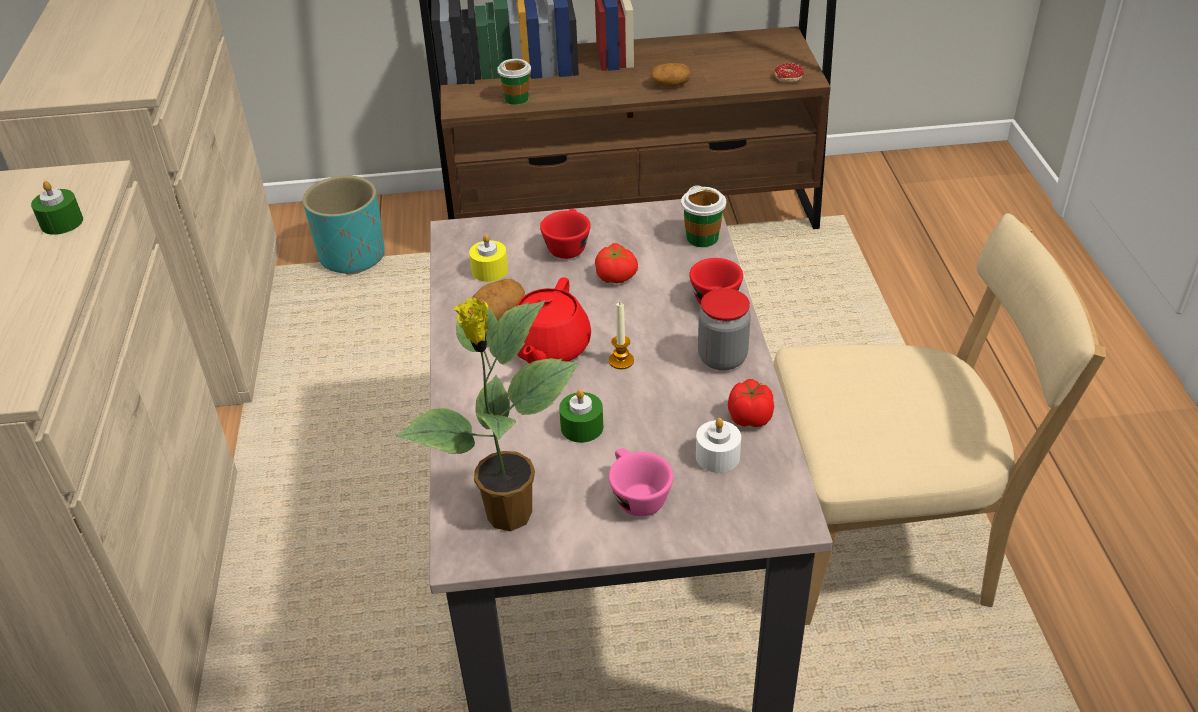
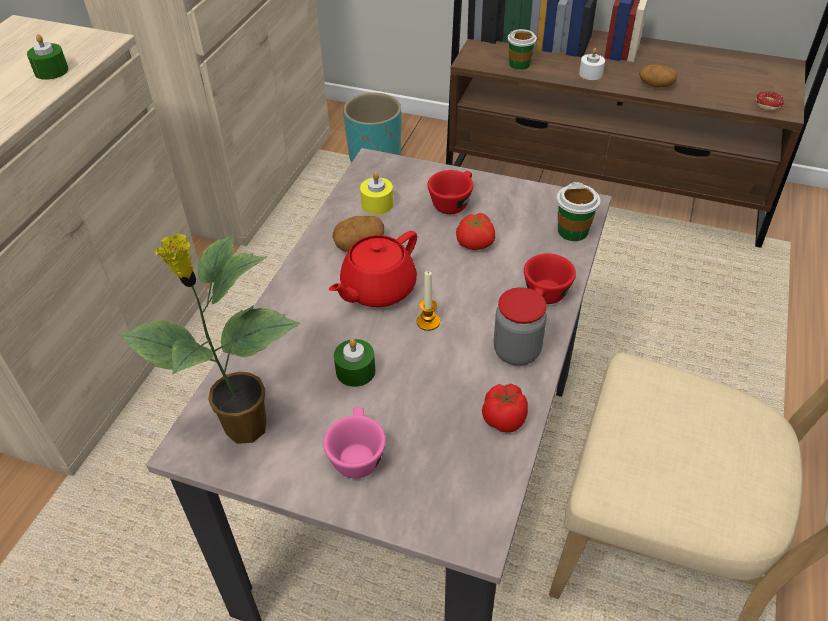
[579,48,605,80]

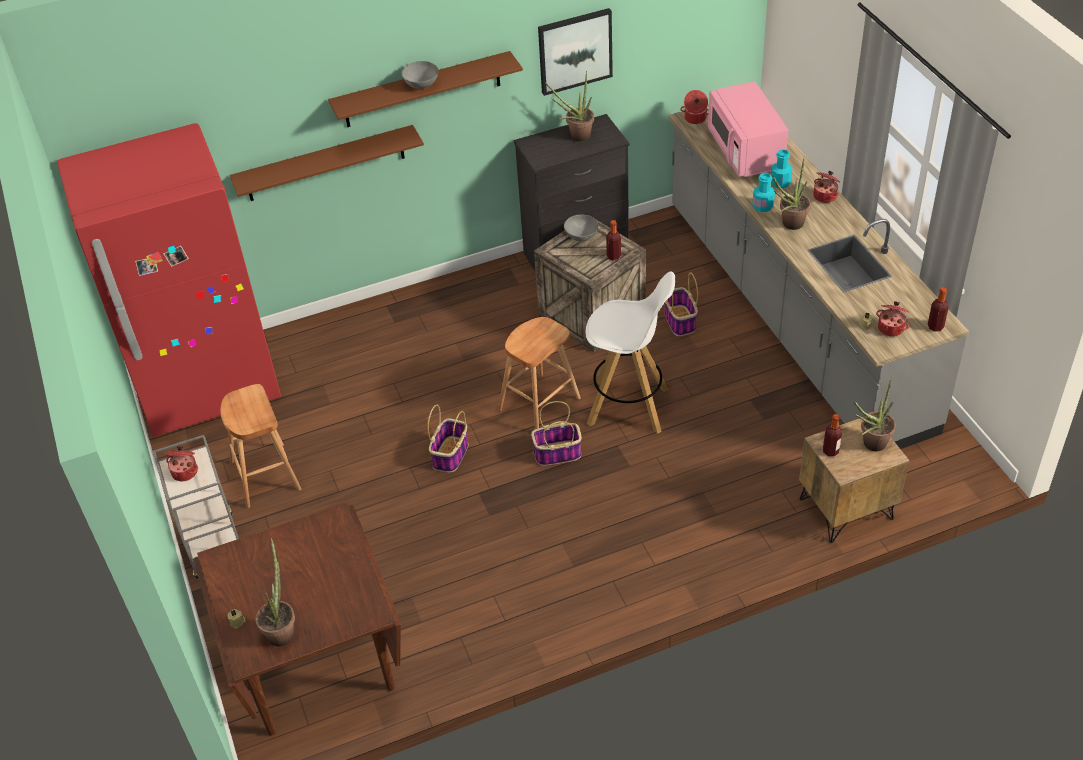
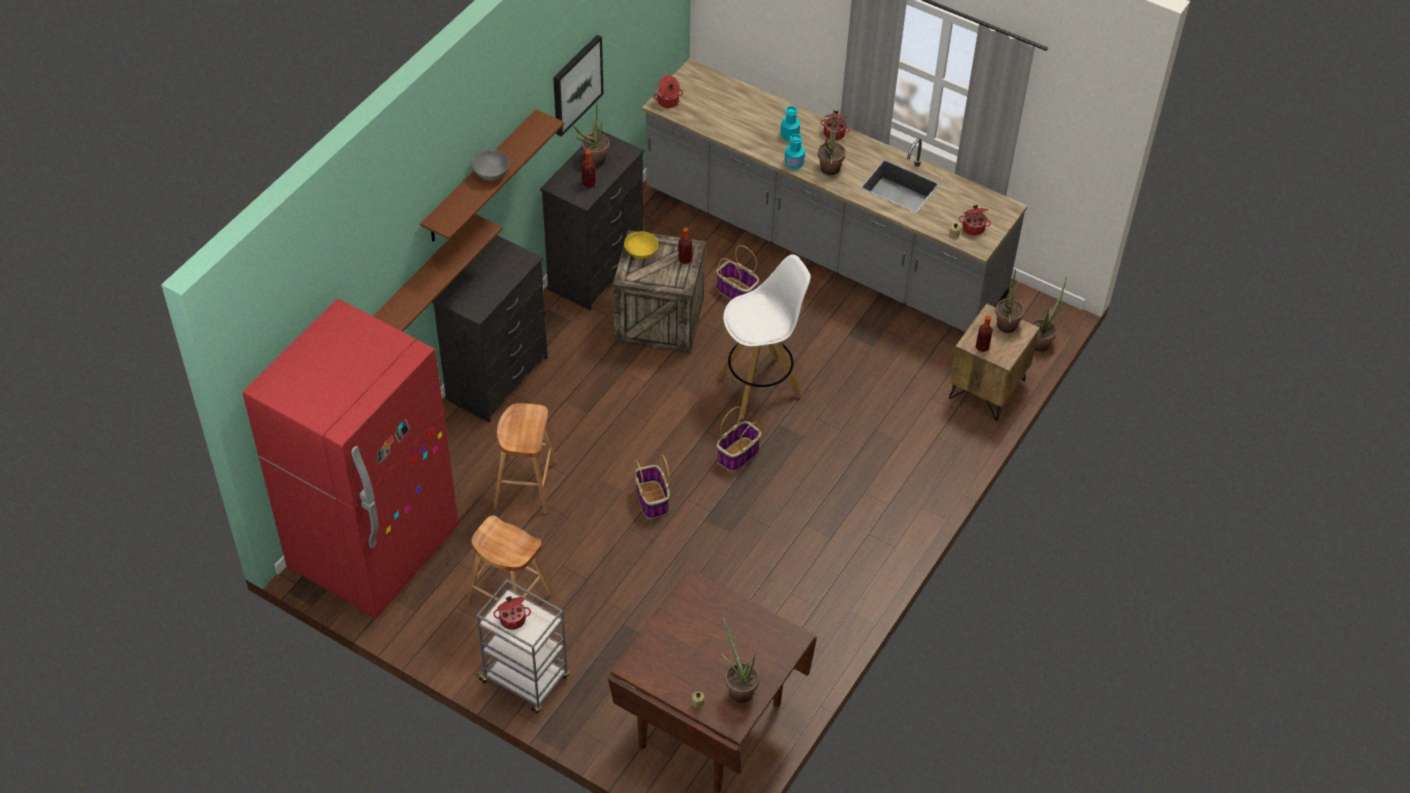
[708,82,788,177] (first image)
[624,231,658,259]
[581,150,596,188]
[494,403,557,514]
[432,235,548,423]
[1031,276,1067,351]

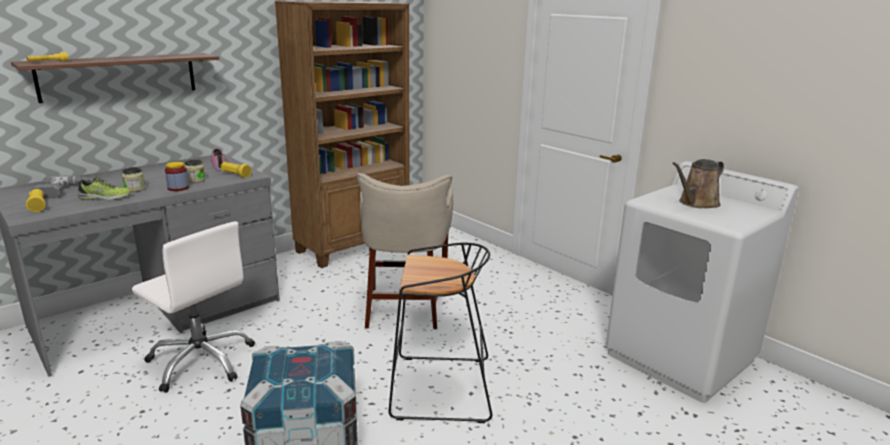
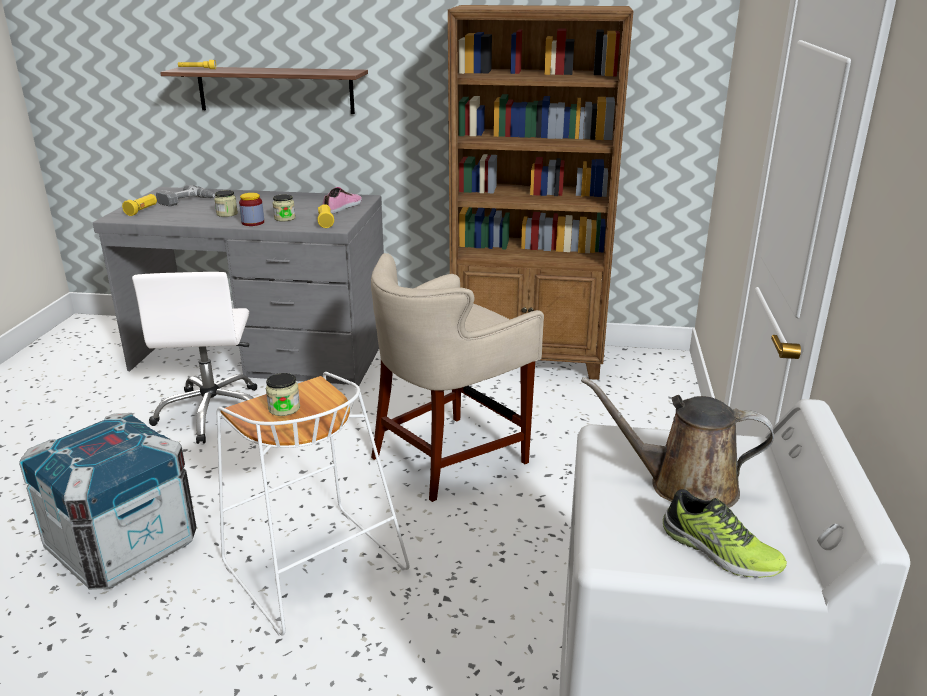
[663,489,787,578]
[217,372,410,635]
[266,373,300,416]

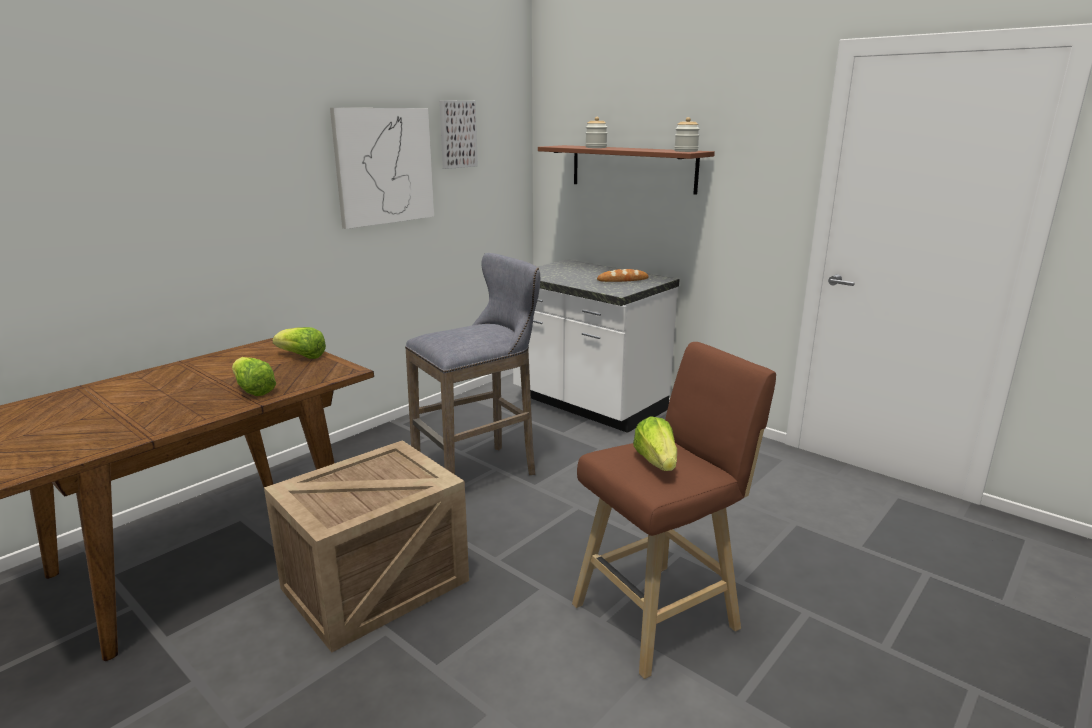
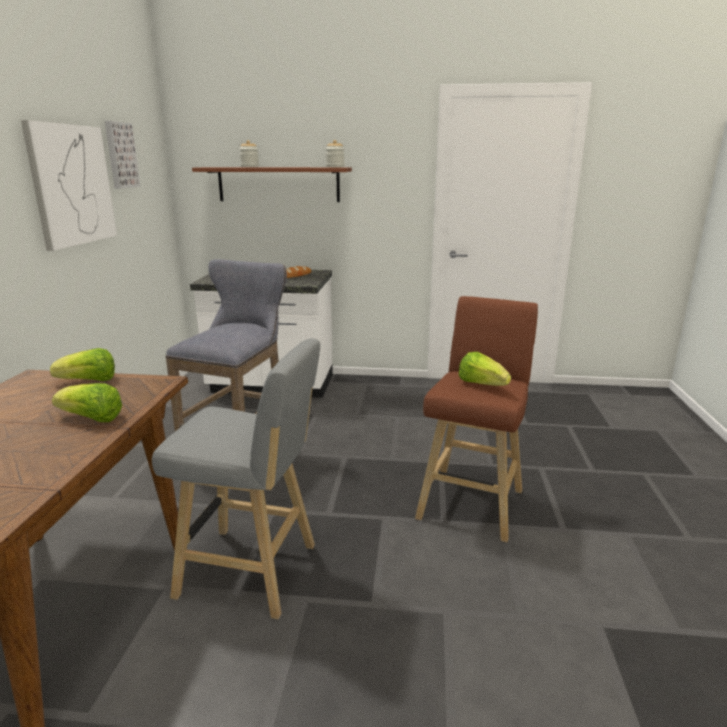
[152,338,320,619]

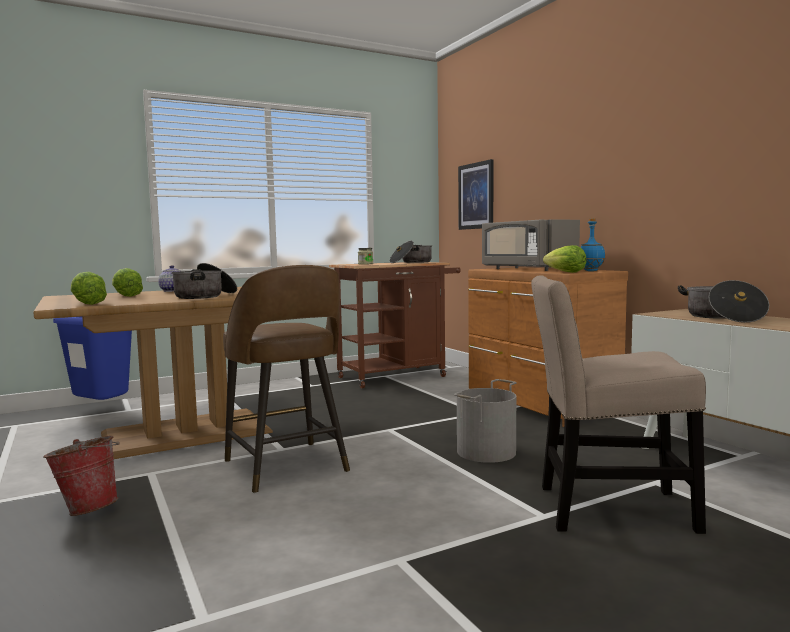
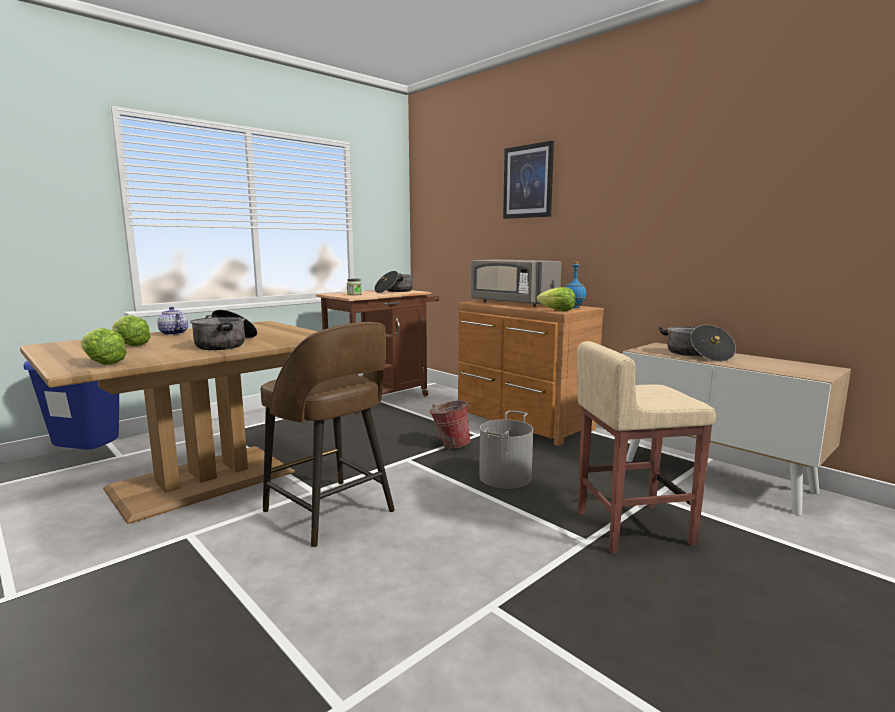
[503,141,554,219]
[577,341,717,553]
[429,400,471,449]

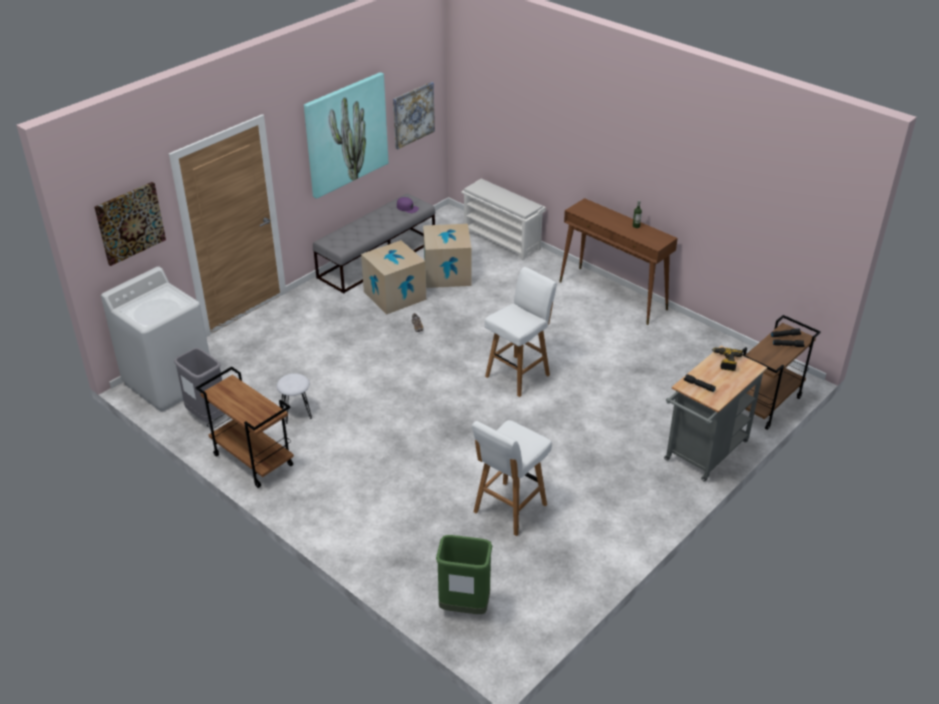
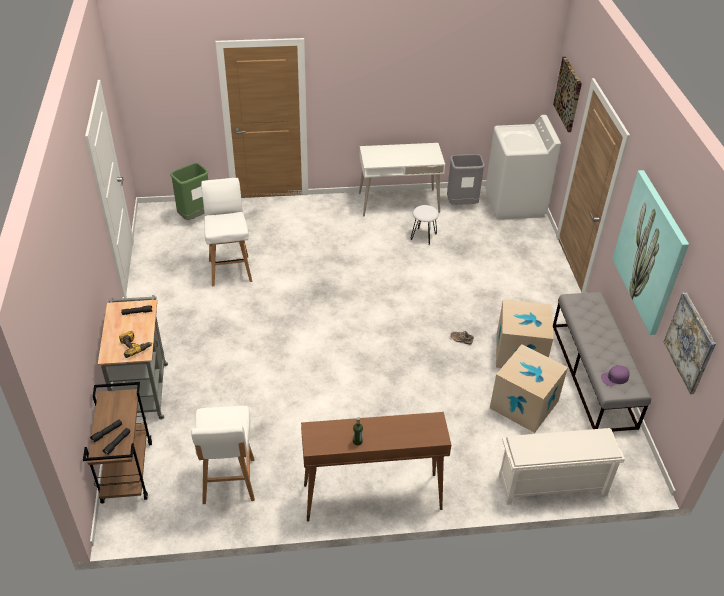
[191,406,255,504]
[359,143,445,217]

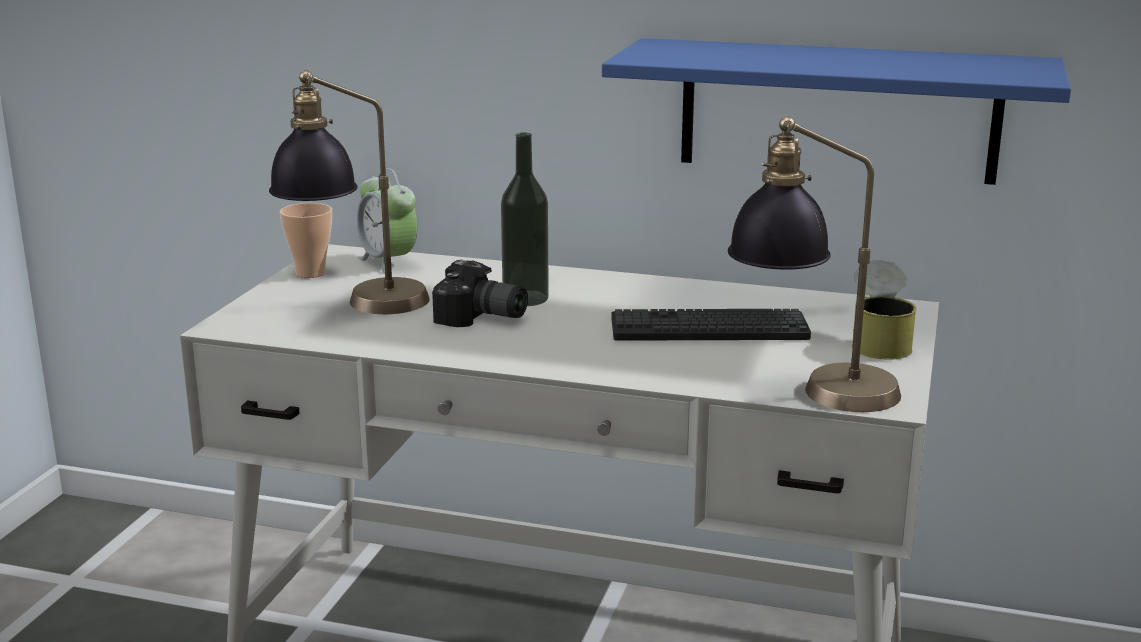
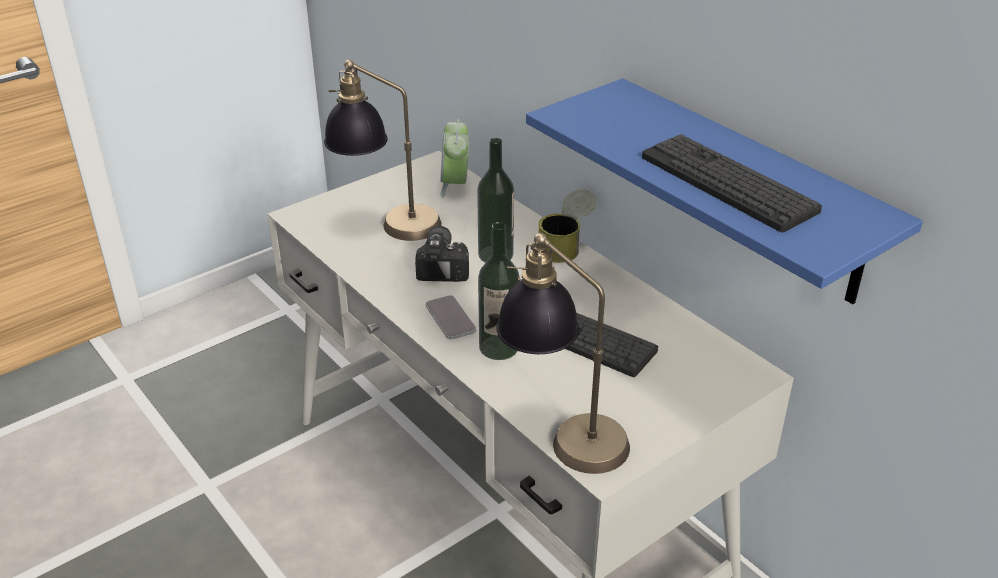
[280,203,332,278] (first image)
[415,226,469,282]
[538,189,596,263]
[642,134,822,232]
[478,222,520,360]
[426,295,476,339]

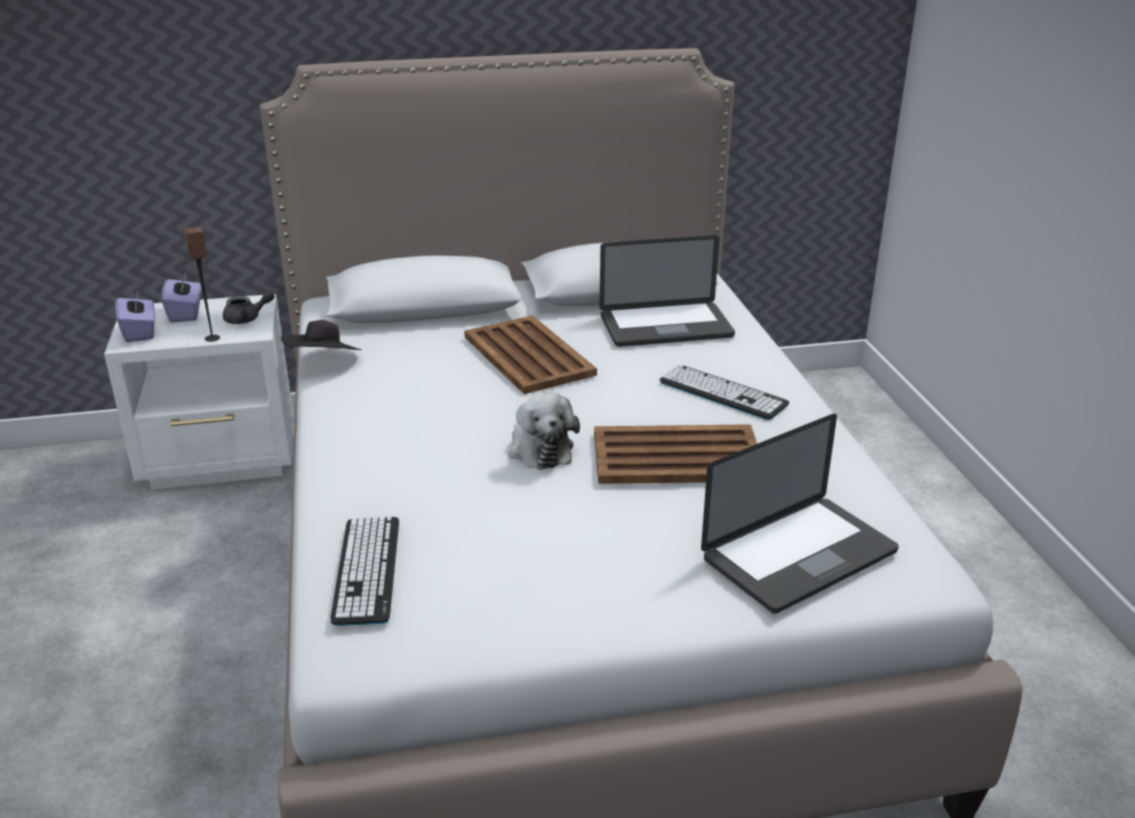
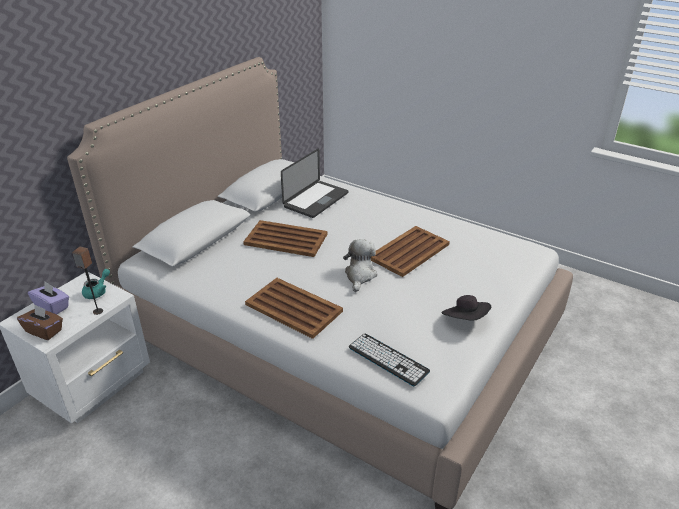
[17,304,63,340]
[82,269,110,299]
[442,295,491,321]
[660,365,789,420] (first image)
[343,239,377,292]
[701,414,899,614] (first image)
[245,278,343,339]

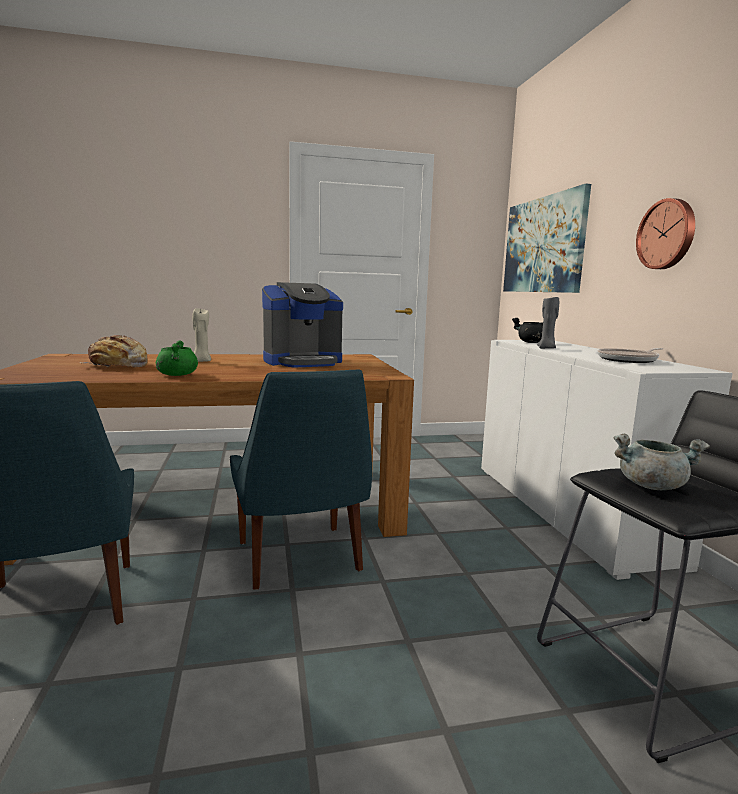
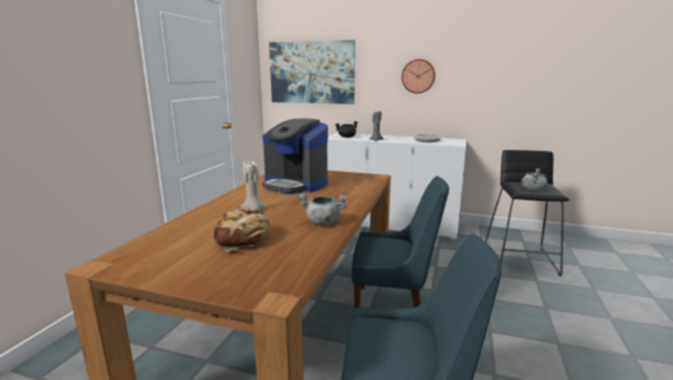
[262,118,328,194]
[298,193,348,225]

